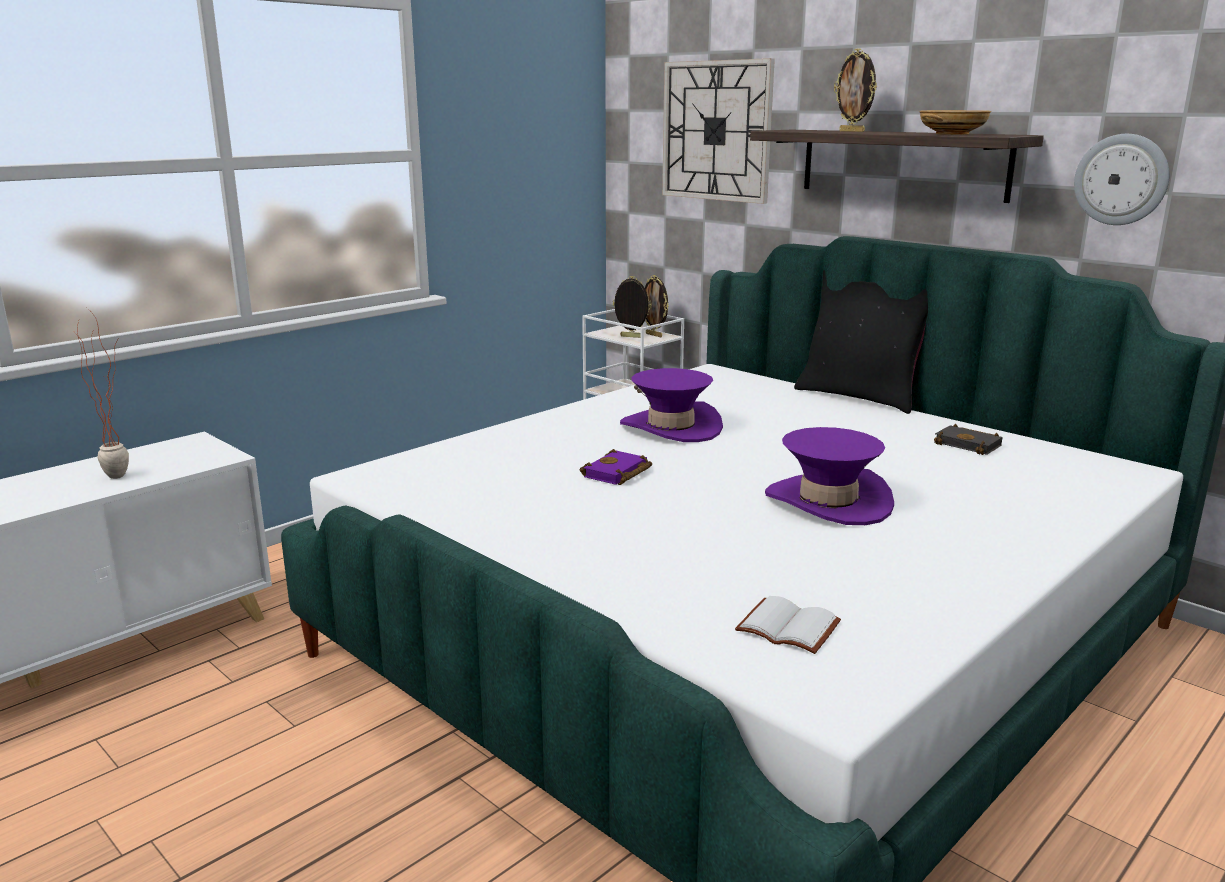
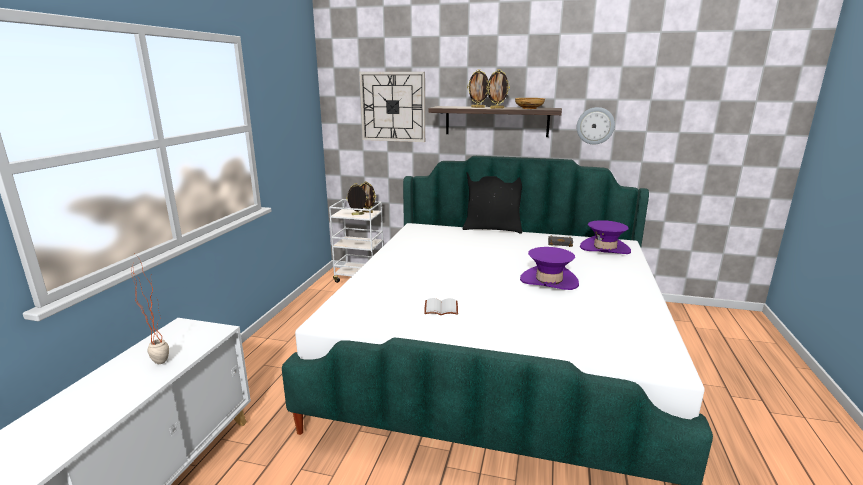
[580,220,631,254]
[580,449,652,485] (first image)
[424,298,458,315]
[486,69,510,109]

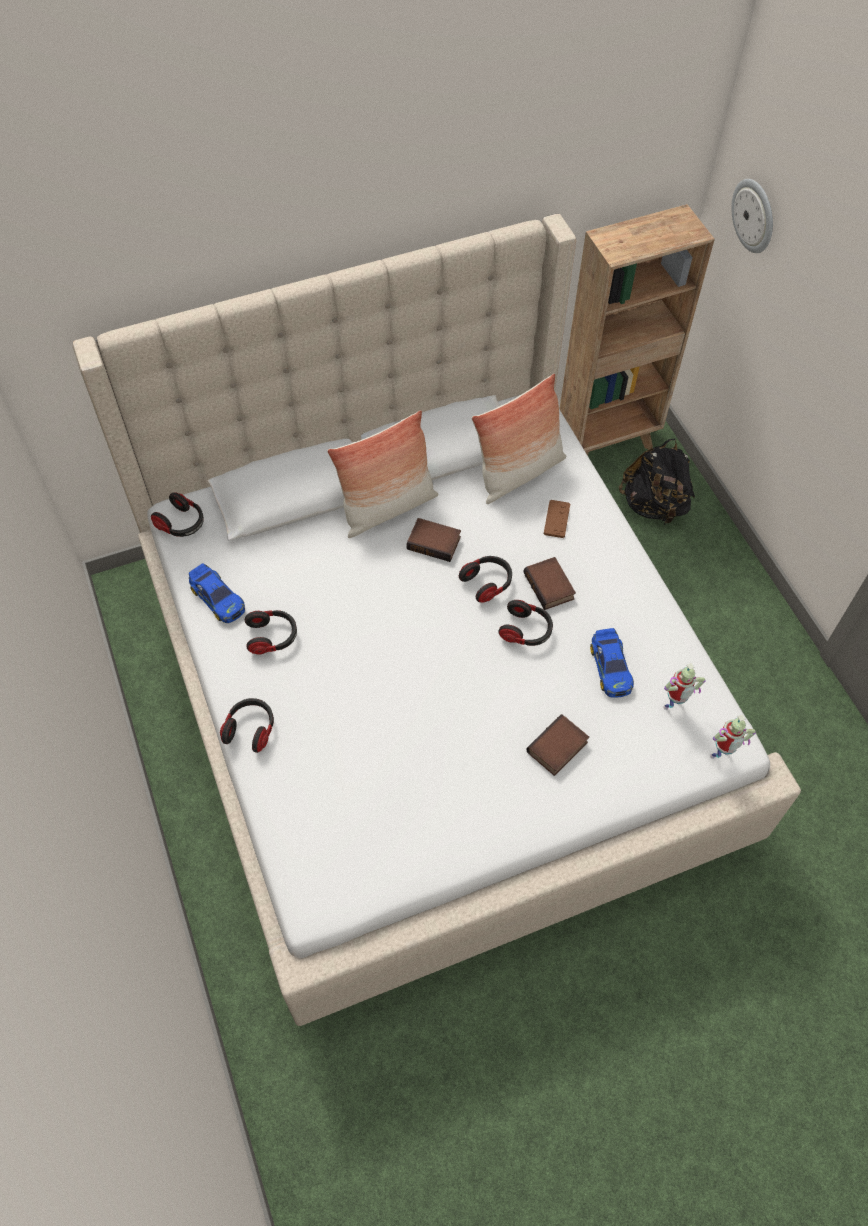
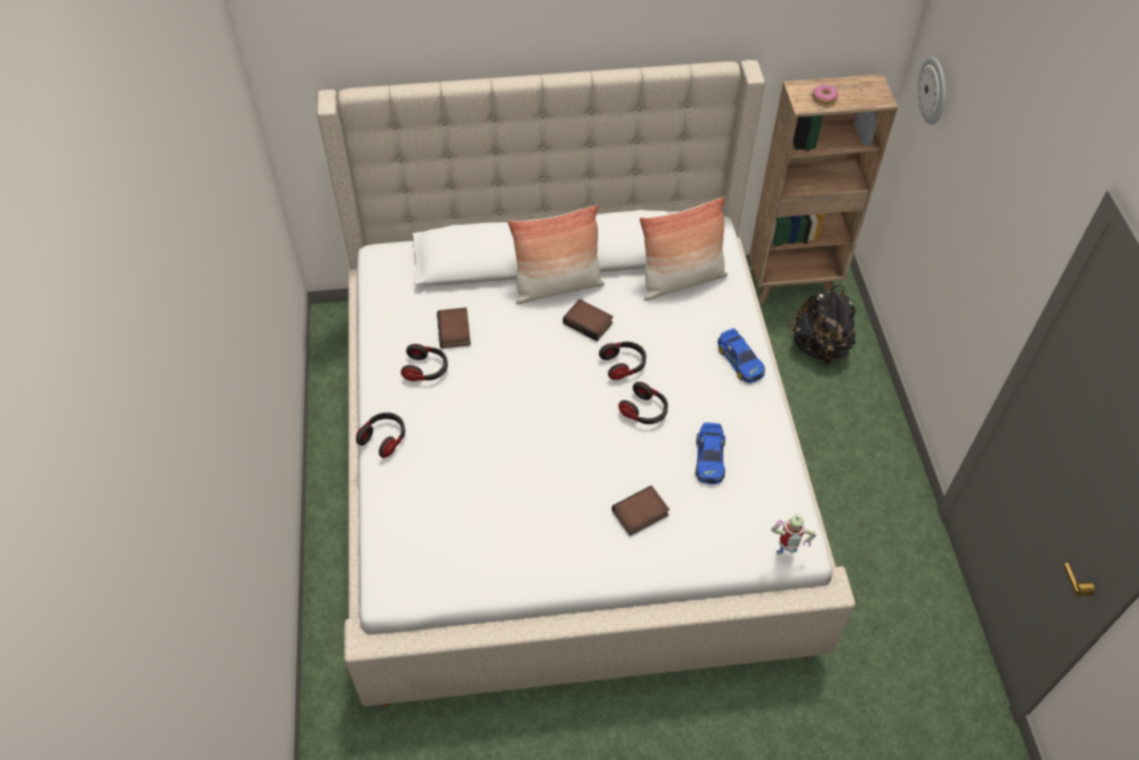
[151,492,204,537] (first image)
[544,500,570,538] (first image)
[437,307,471,348]
[718,328,765,383]
[663,663,706,710] (first image)
[813,84,838,104]

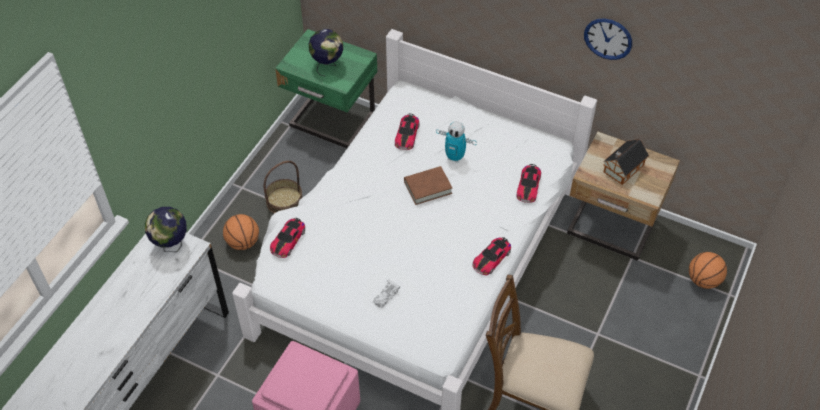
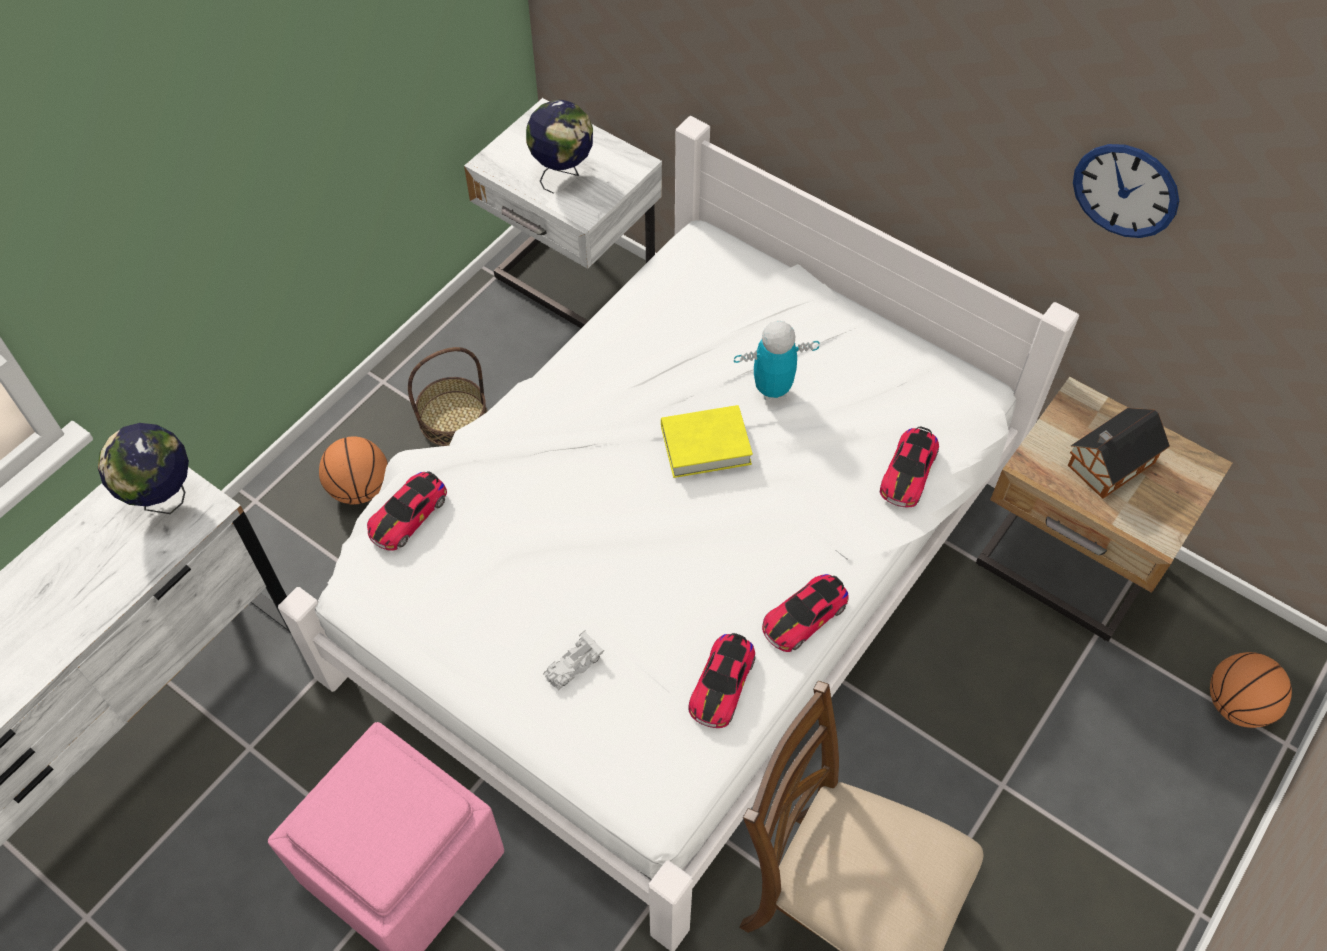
[464,98,662,328]
[688,633,756,728]
[734,321,819,400]
[661,405,753,478]

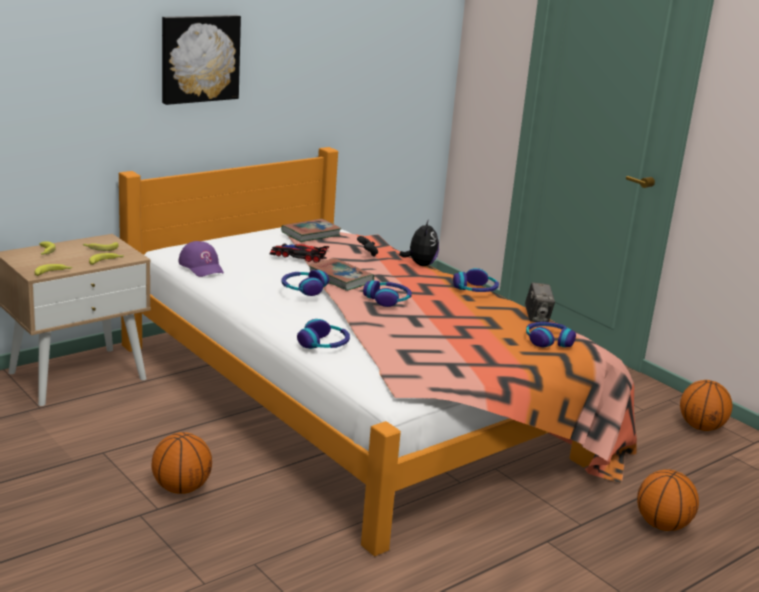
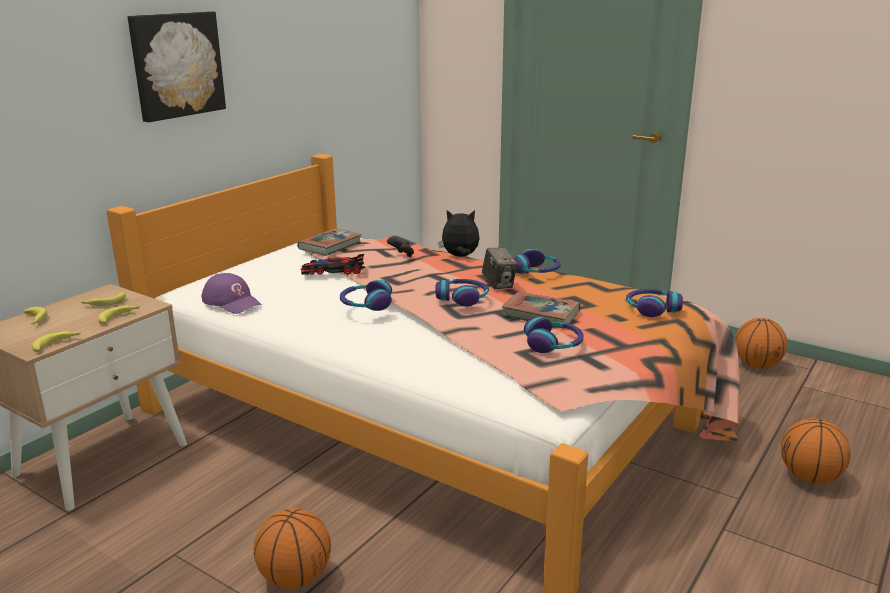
[438,210,479,257]
[502,292,580,329]
[482,247,518,289]
[524,317,584,353]

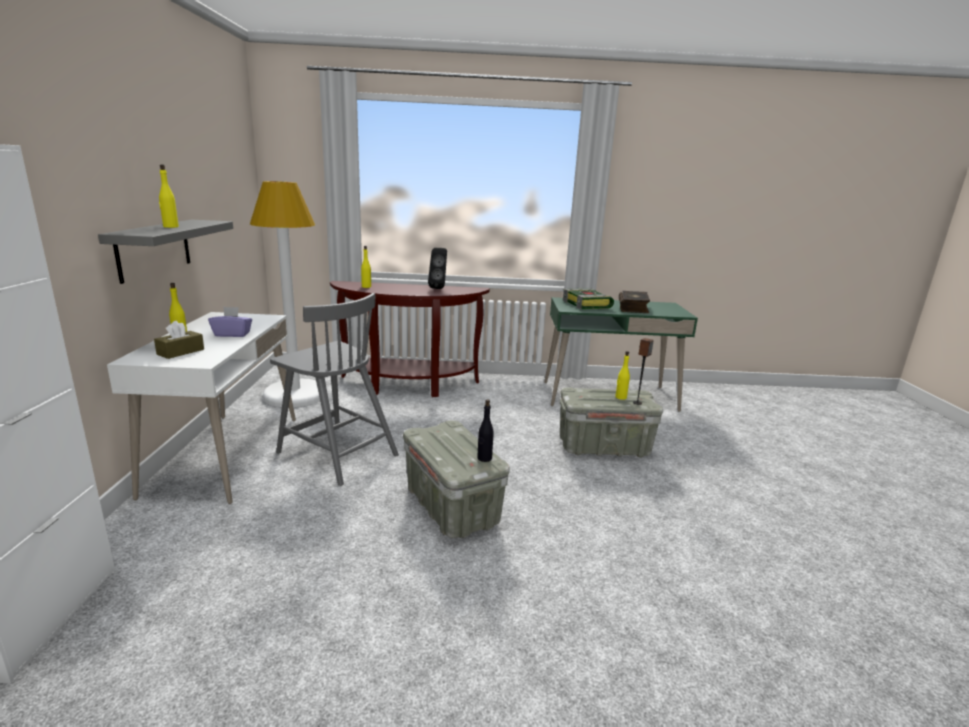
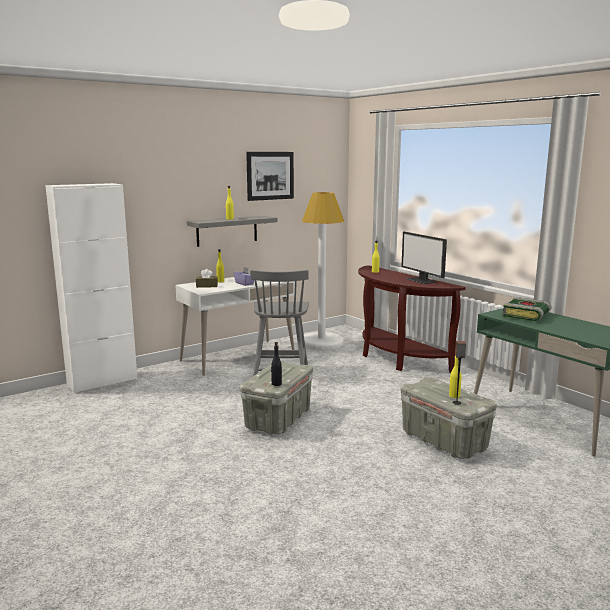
[401,232,447,284]
[619,291,650,313] (first image)
[246,152,294,201]

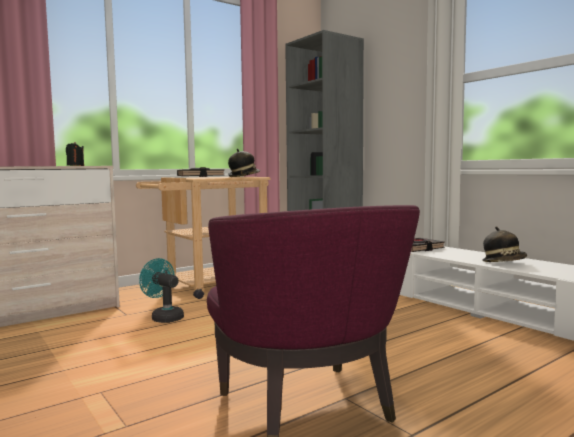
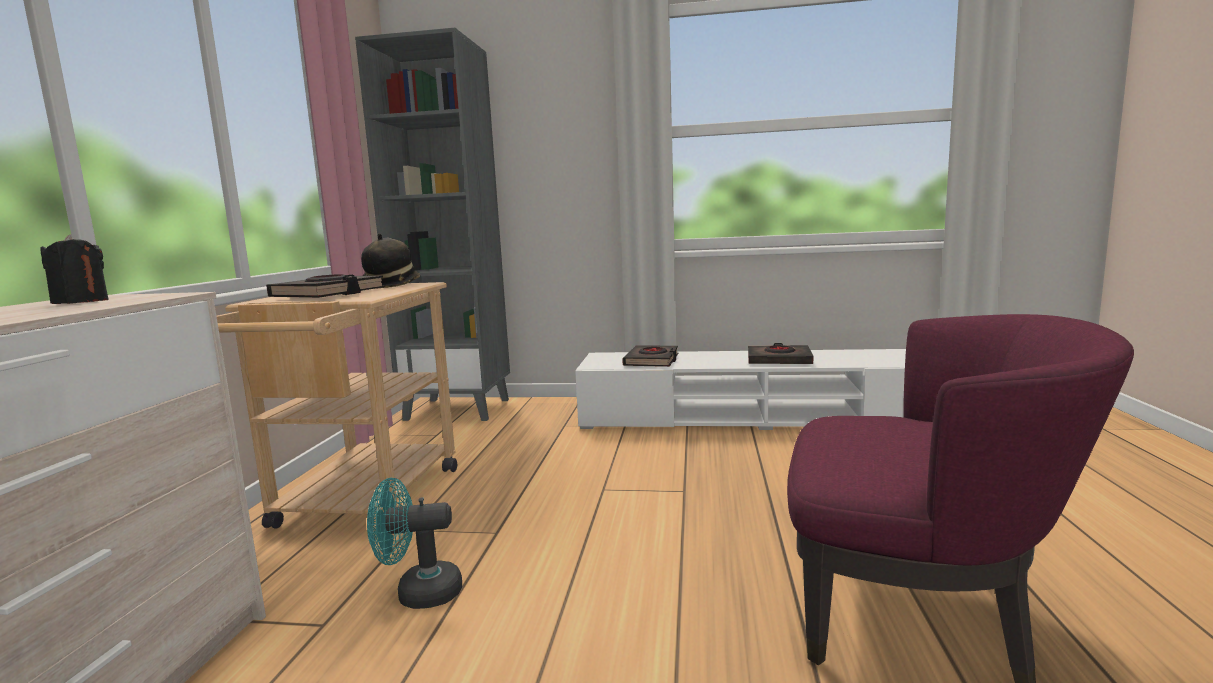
[748,343,813,364]

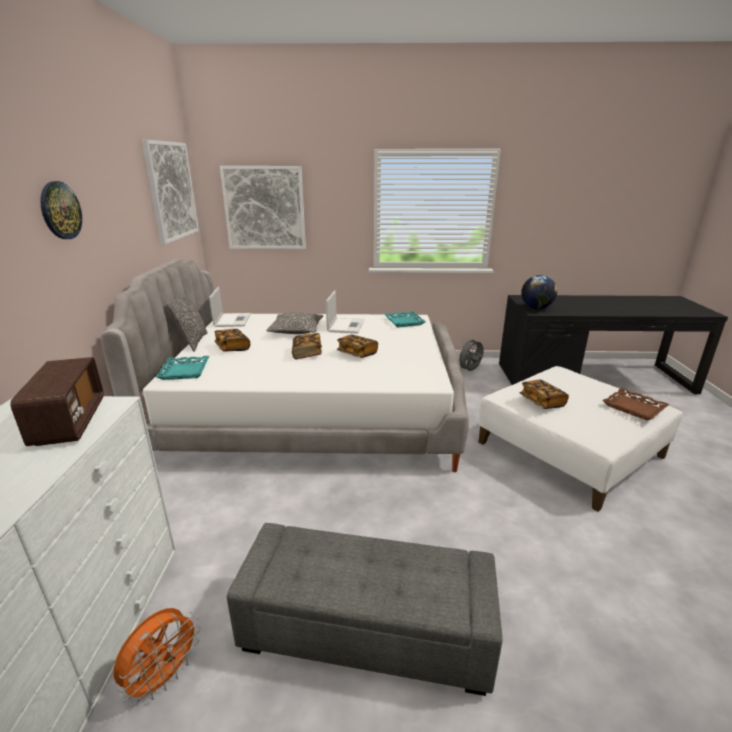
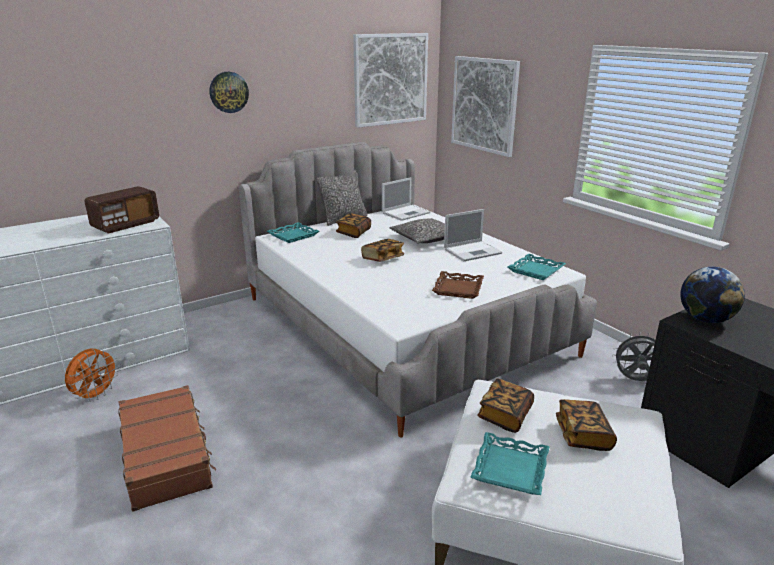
[556,399,617,451]
[432,271,484,299]
[118,385,216,512]
[65,348,119,402]
[470,432,550,495]

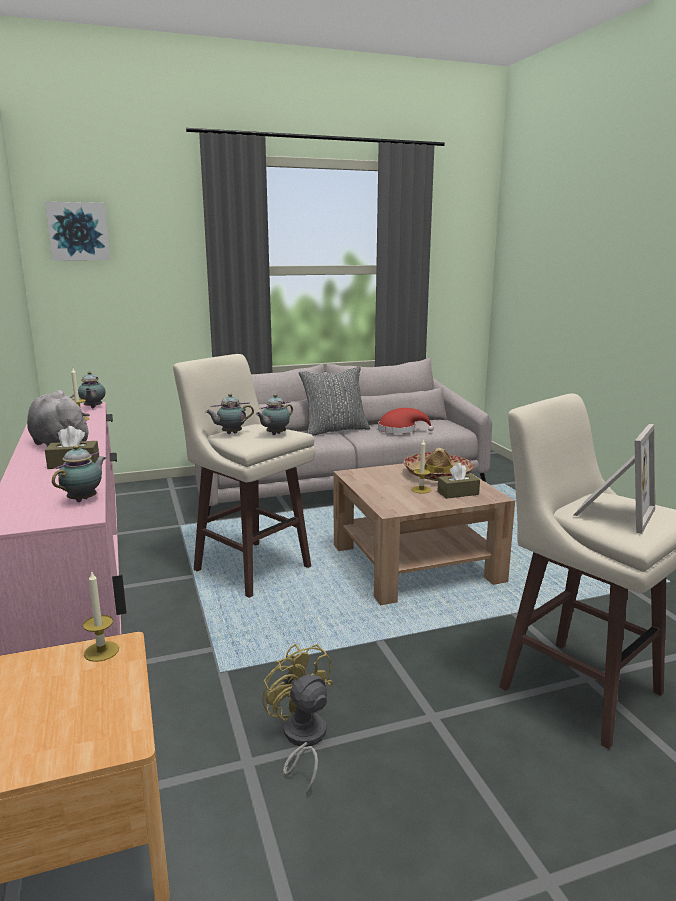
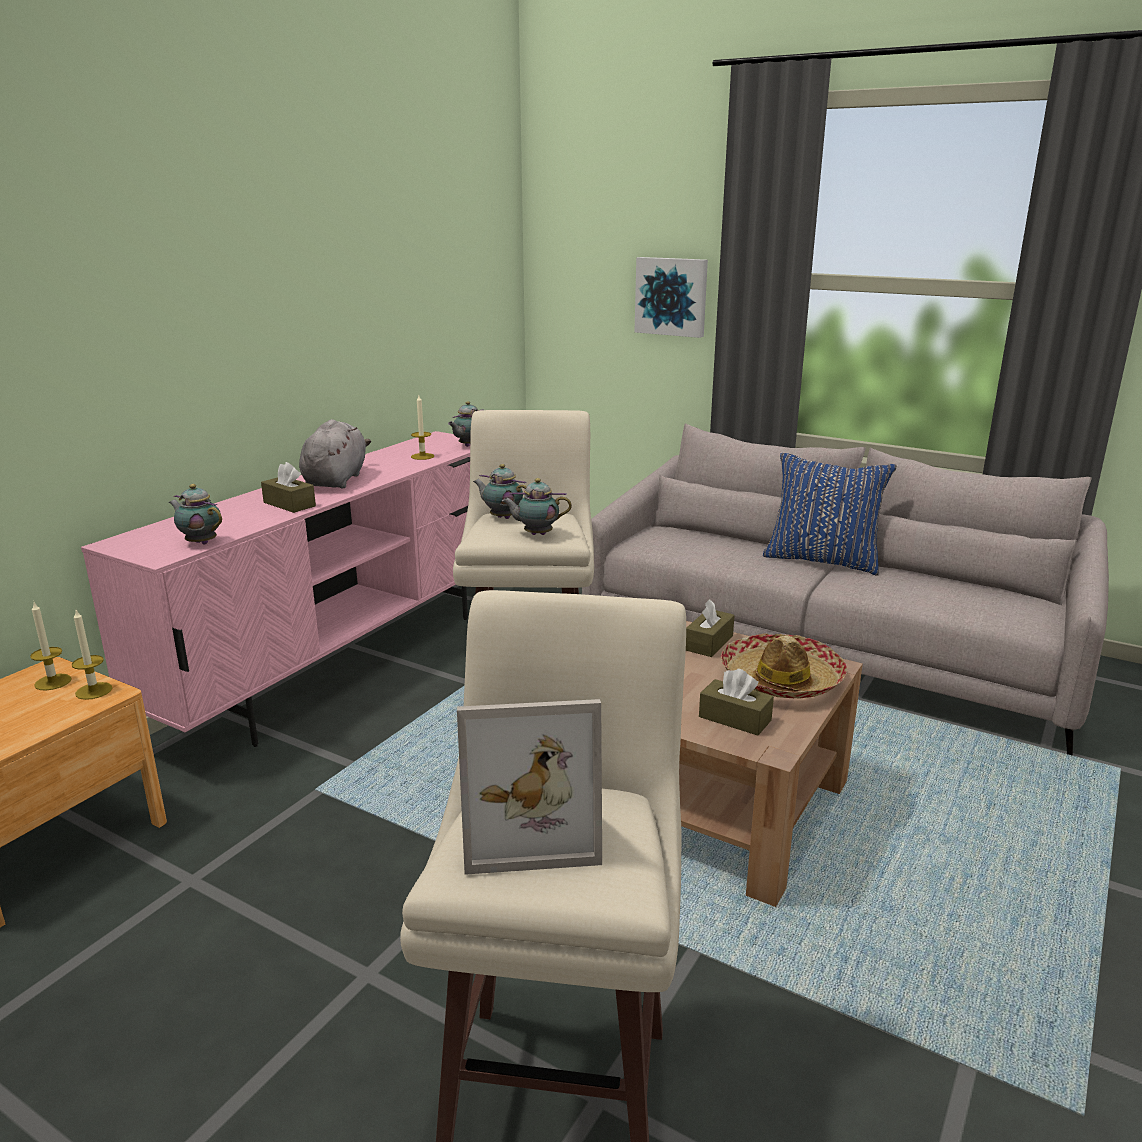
[635,257,708,338]
[763,453,897,575]
[378,408,434,434] (first image)
[30,602,72,691]
[169,484,222,545]
[262,643,333,795] (first image)
[686,599,735,657]

